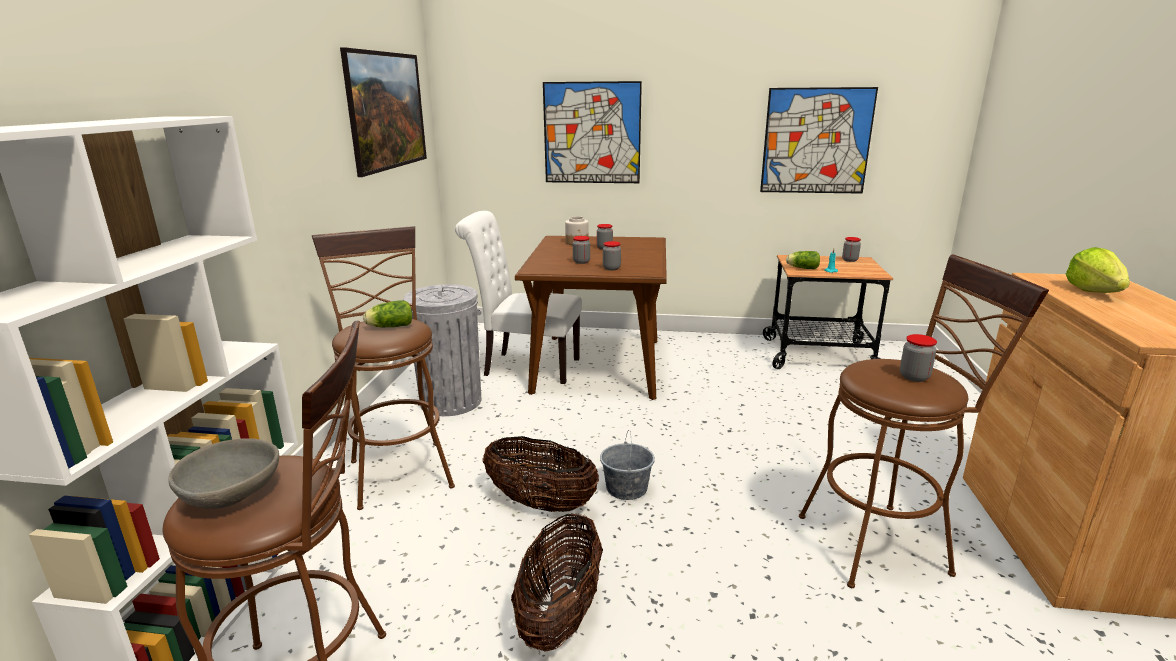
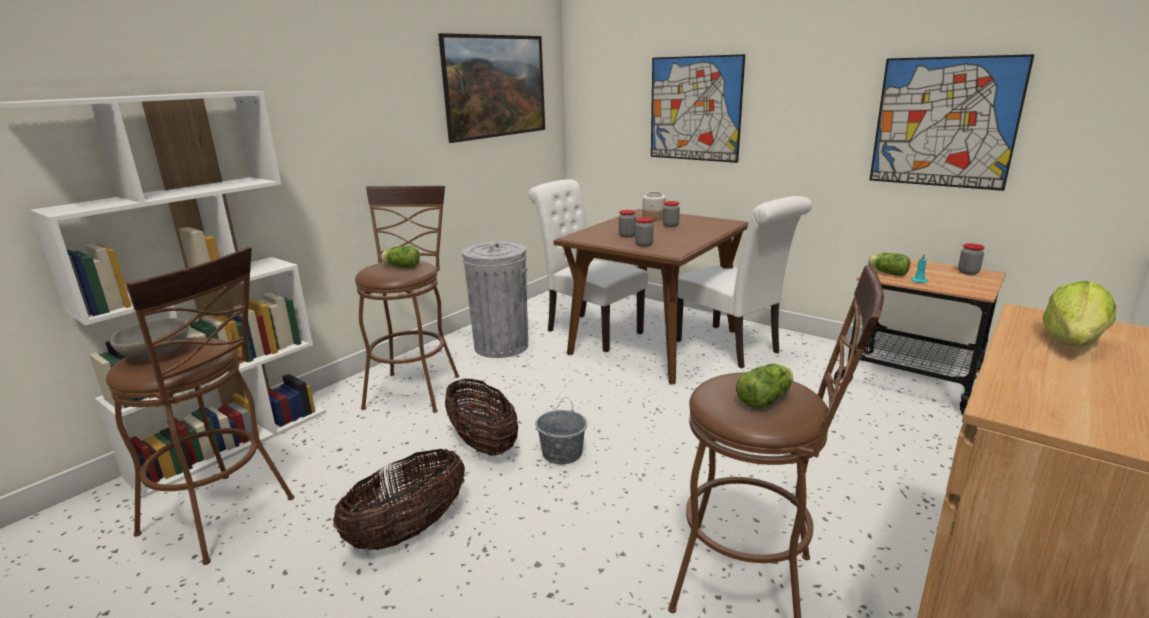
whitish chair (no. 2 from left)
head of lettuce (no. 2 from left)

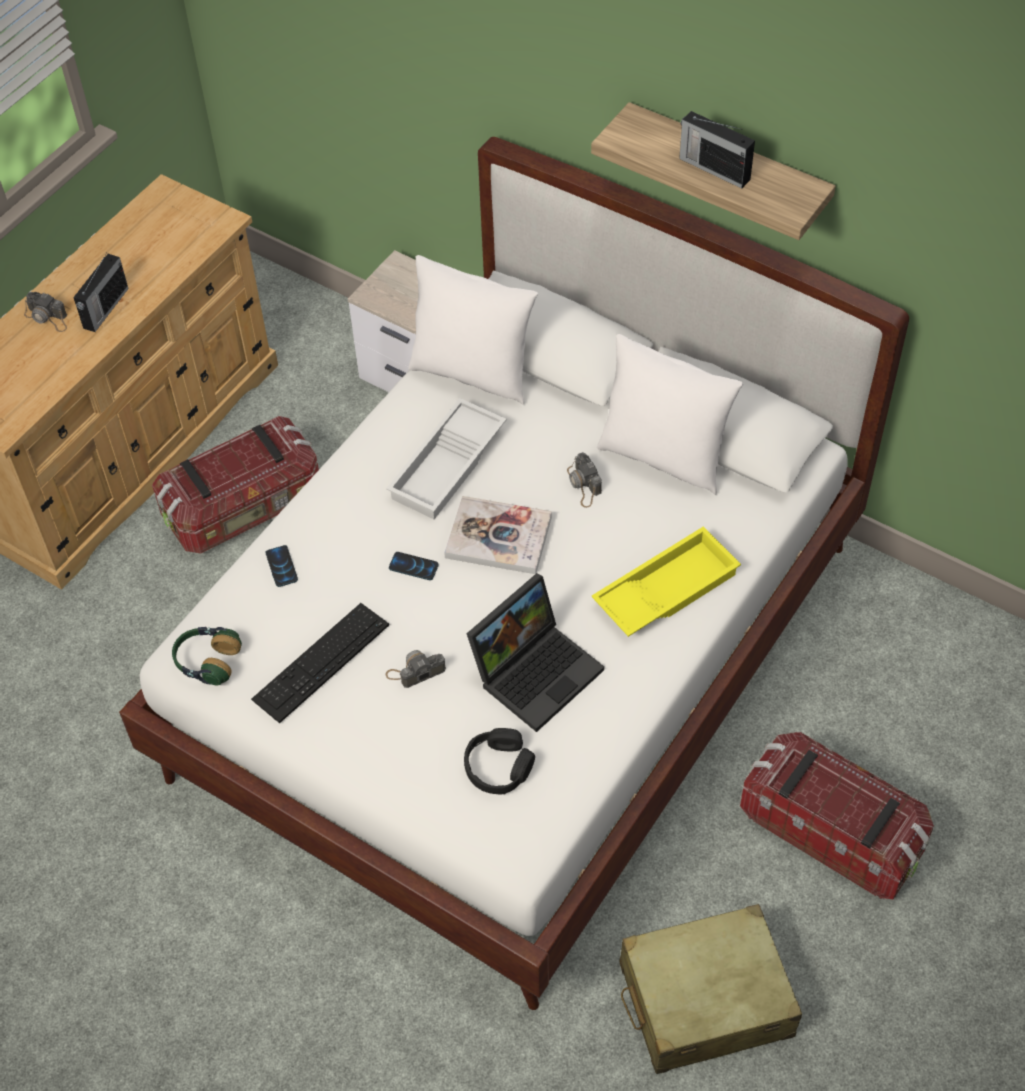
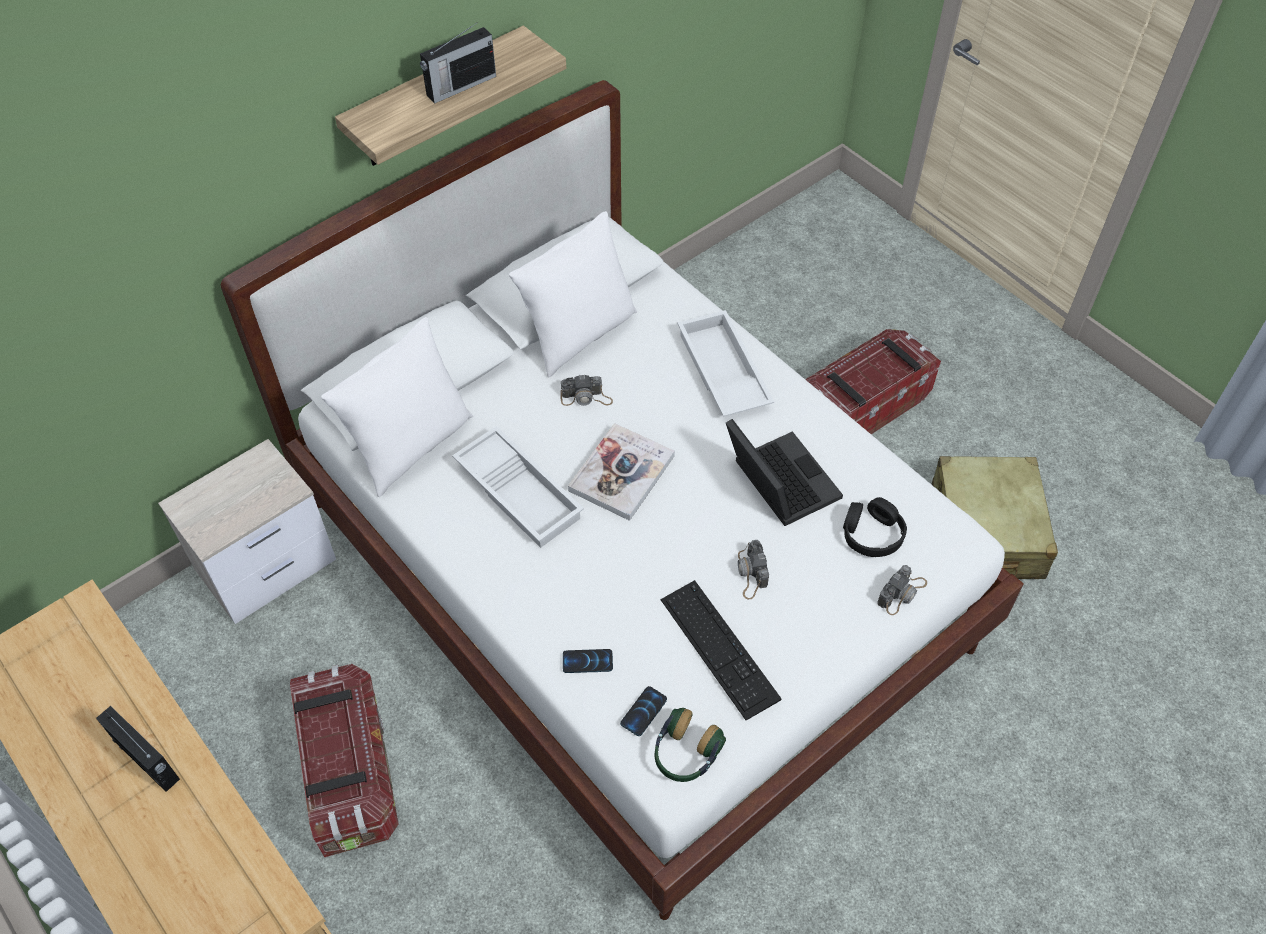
still camera (no. 3 from left)
phone (no. 2 from left)
whitish tray (no. 2 from left)

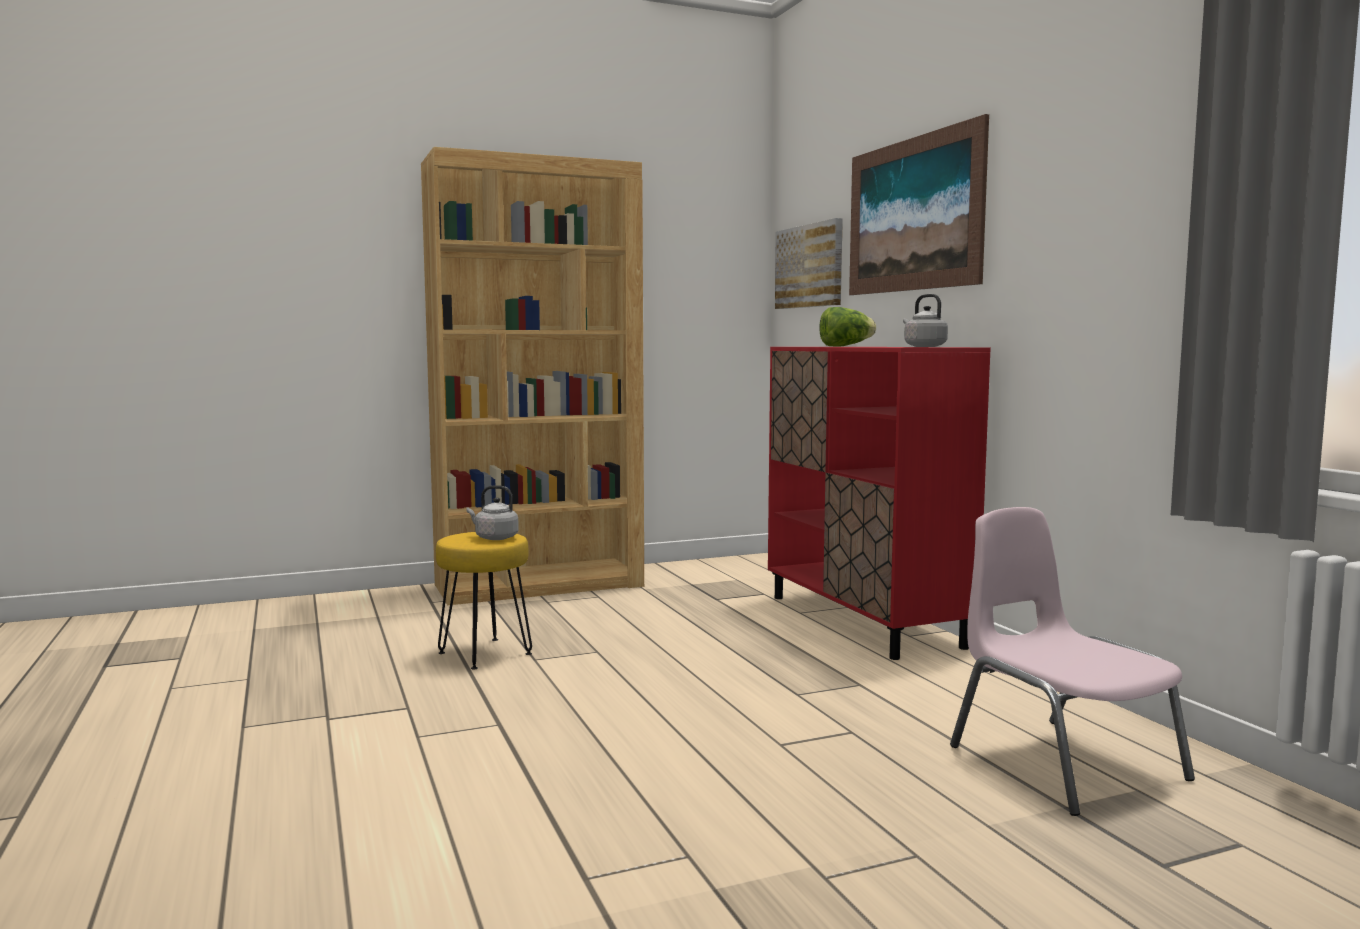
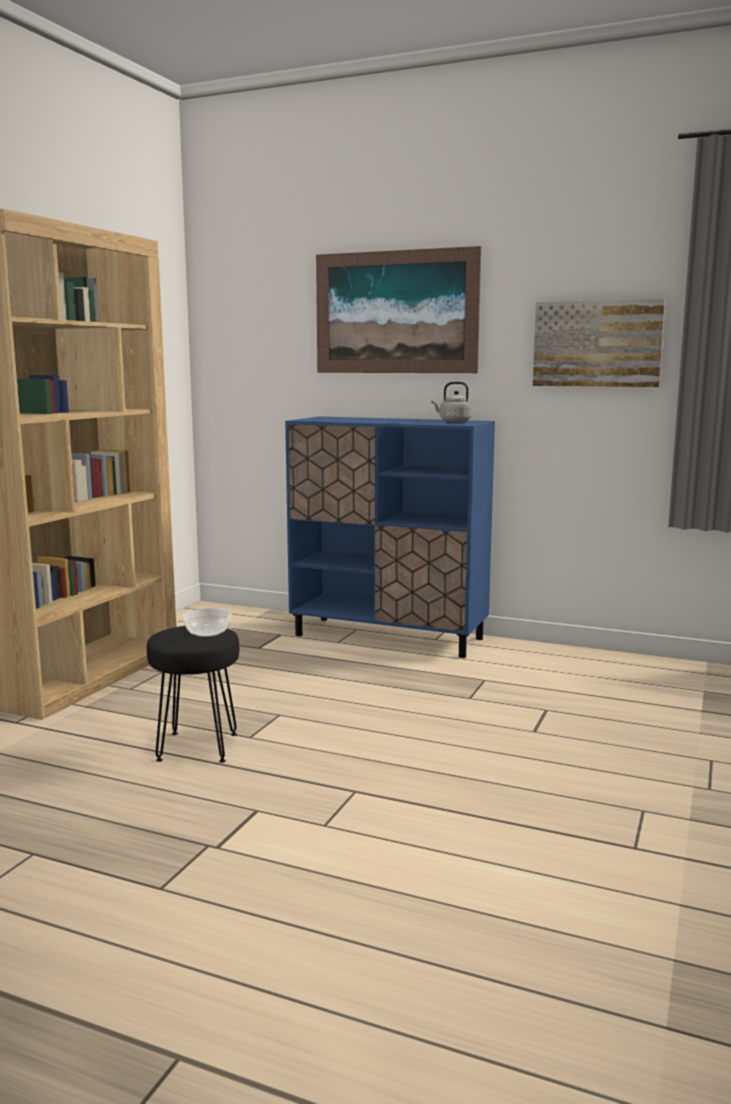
head of lettuce
pink chair
wall picture (no. 2 from left)
deep dish
black-coloured stool seat
bluish storage cabinet

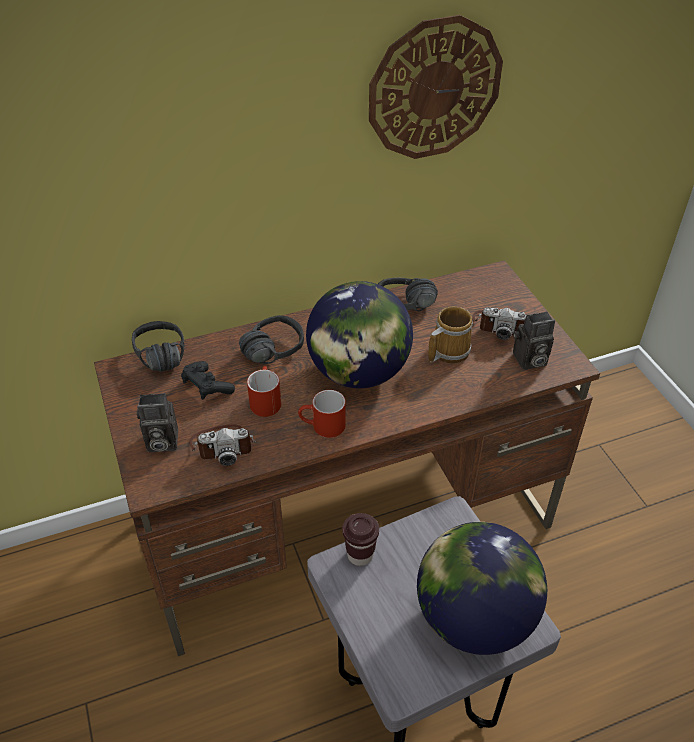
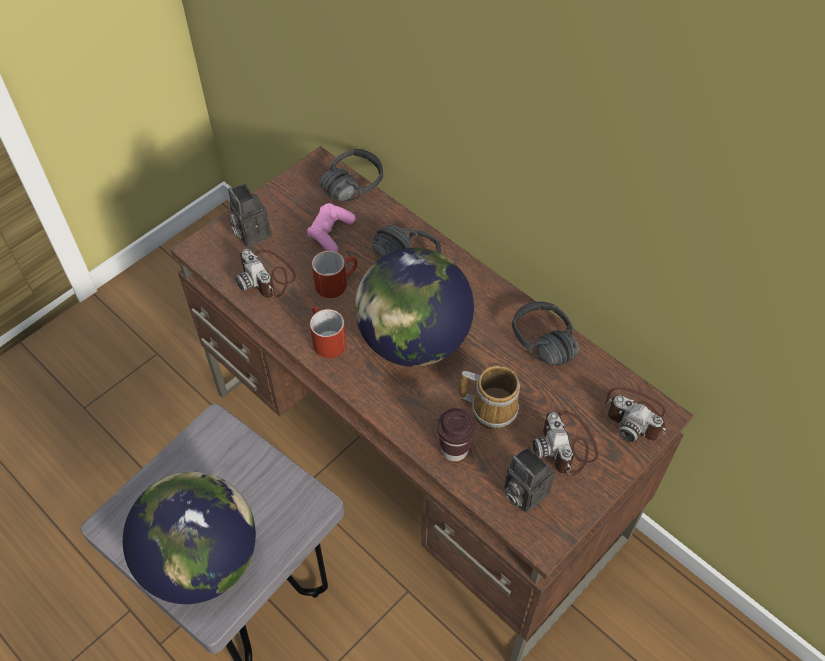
clock on the wall
still camera (no. 5 from left)
brown drinking cup
pink game controller

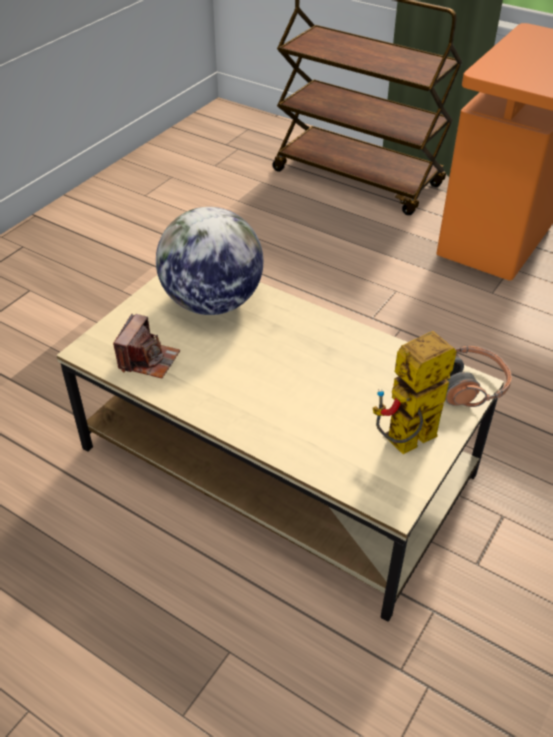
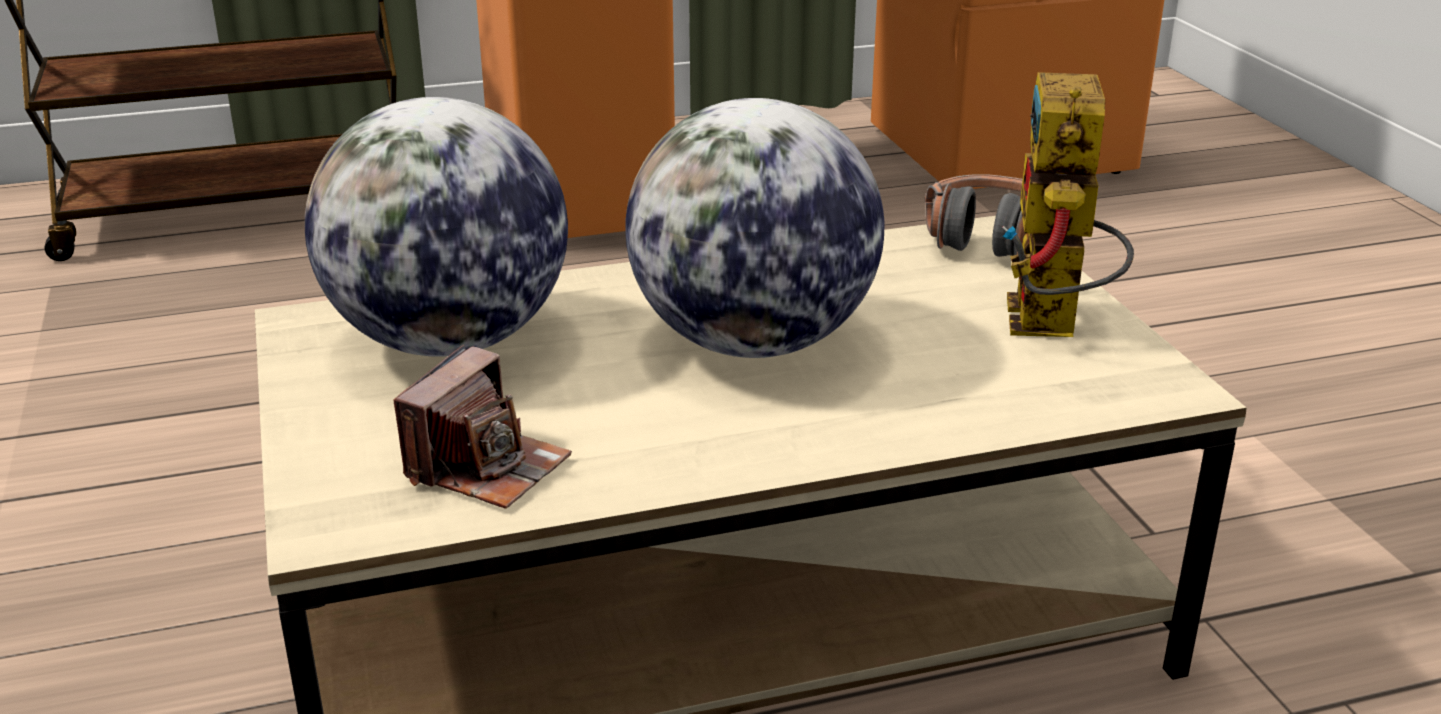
world globe (no. 2 from left)
still camera

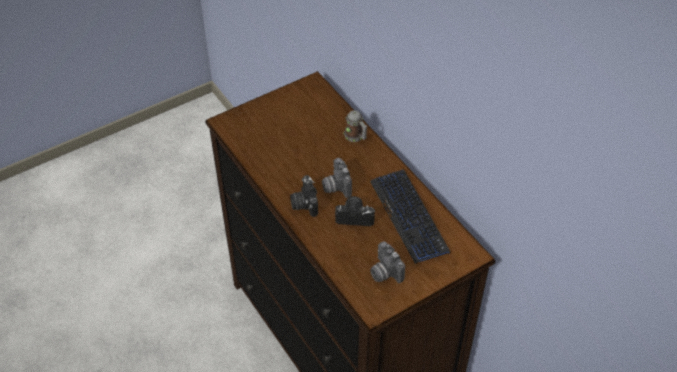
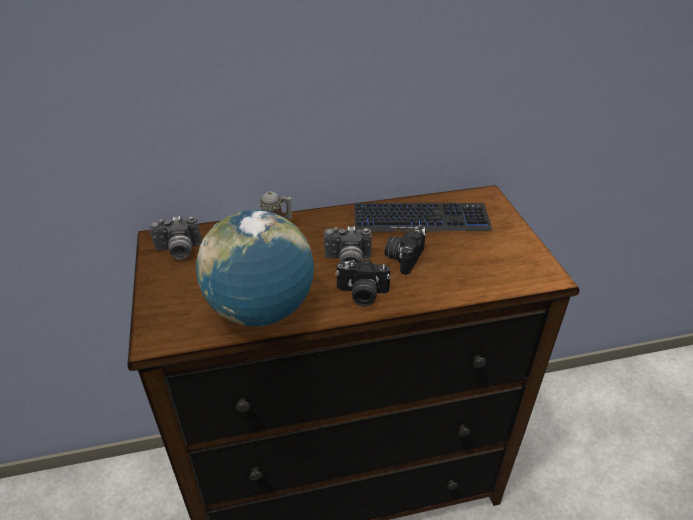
world globe
still camera (no. 1 from left)

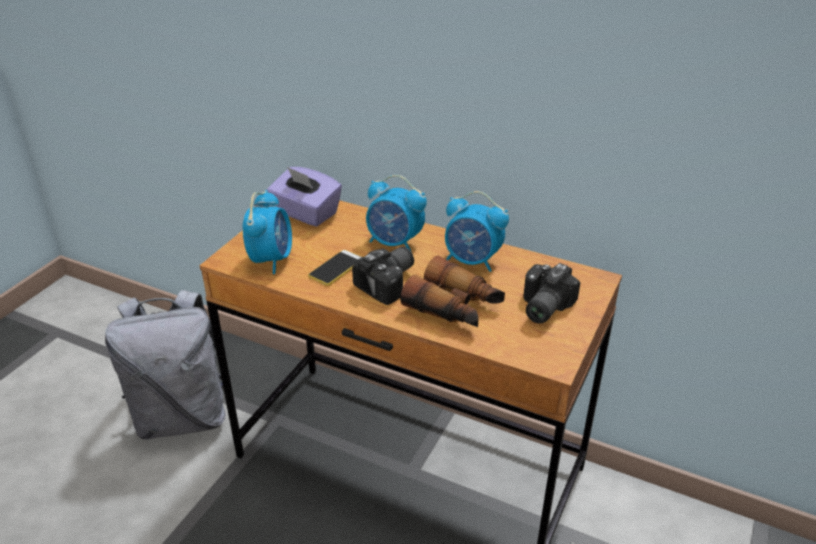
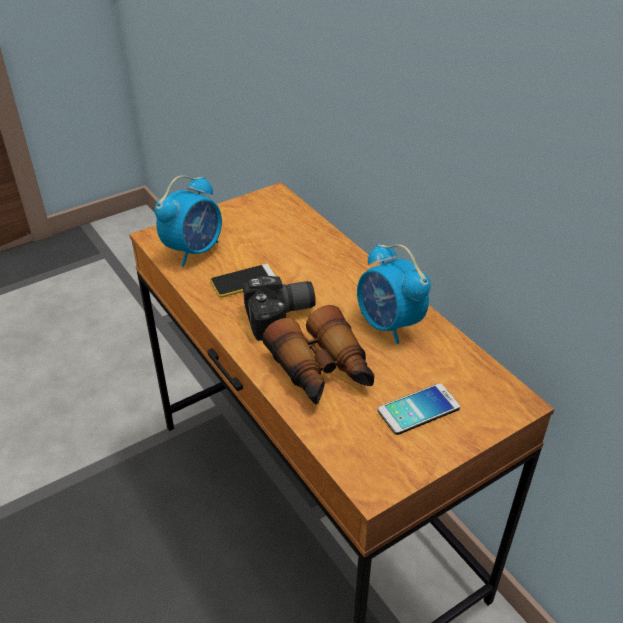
greyish knapsack
purplish tissue box
bedside clock (no. 2 from left in the first image)
phone (no. 2 from left)

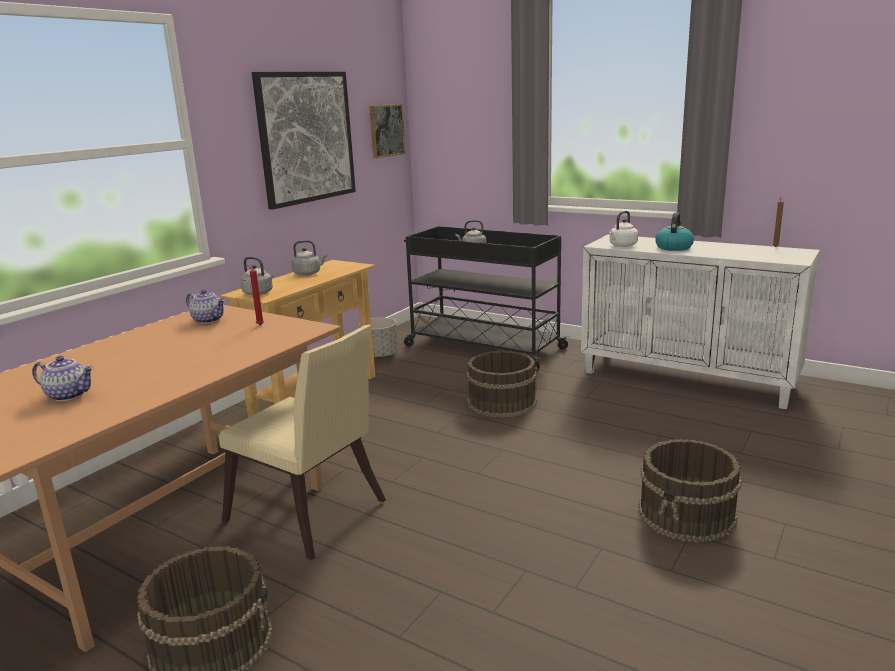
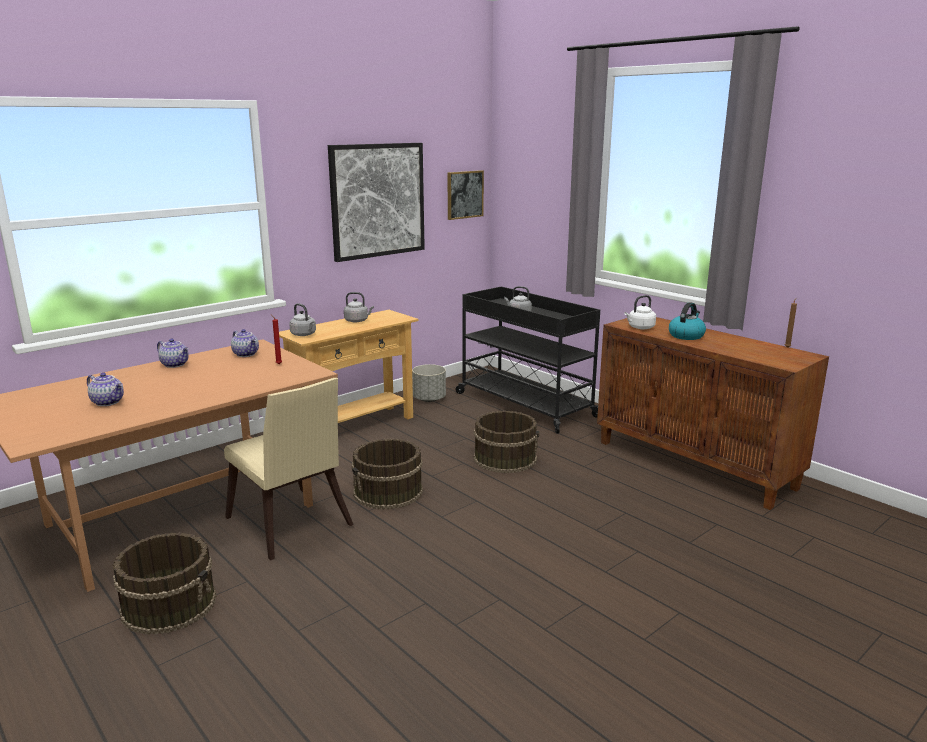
tea pot (no. 2 from left)
brown bucket (no. 2 from left)
brown storage cabinet

